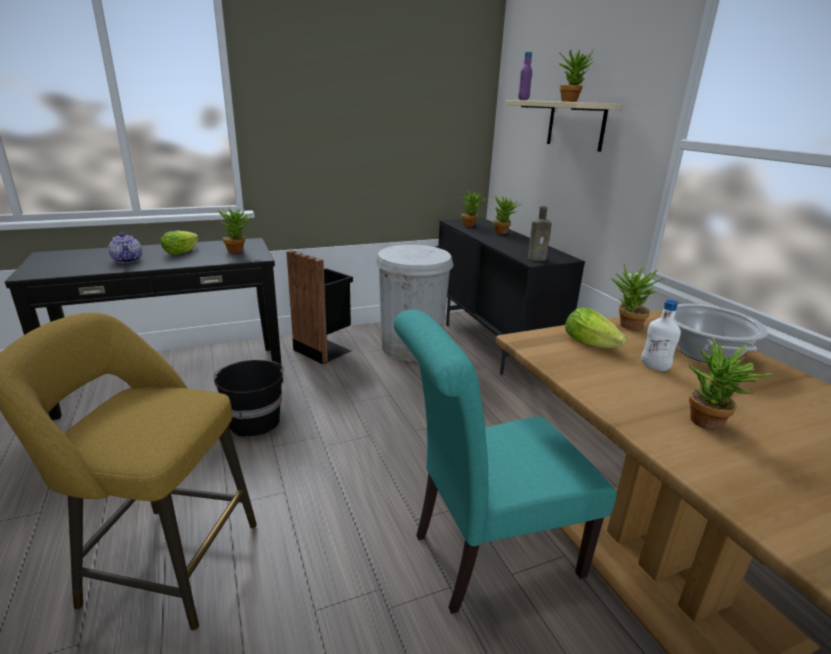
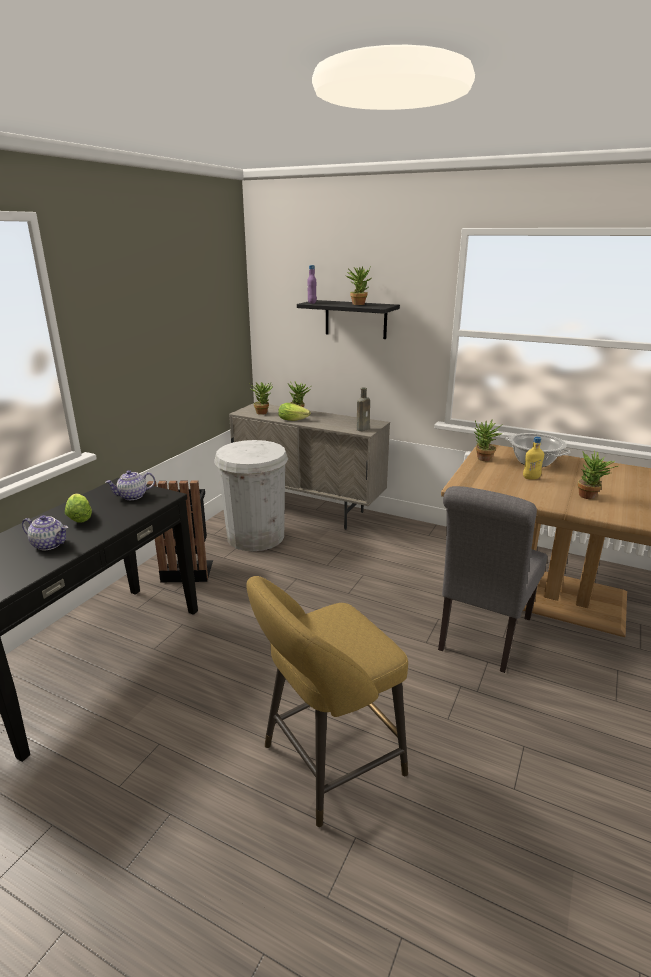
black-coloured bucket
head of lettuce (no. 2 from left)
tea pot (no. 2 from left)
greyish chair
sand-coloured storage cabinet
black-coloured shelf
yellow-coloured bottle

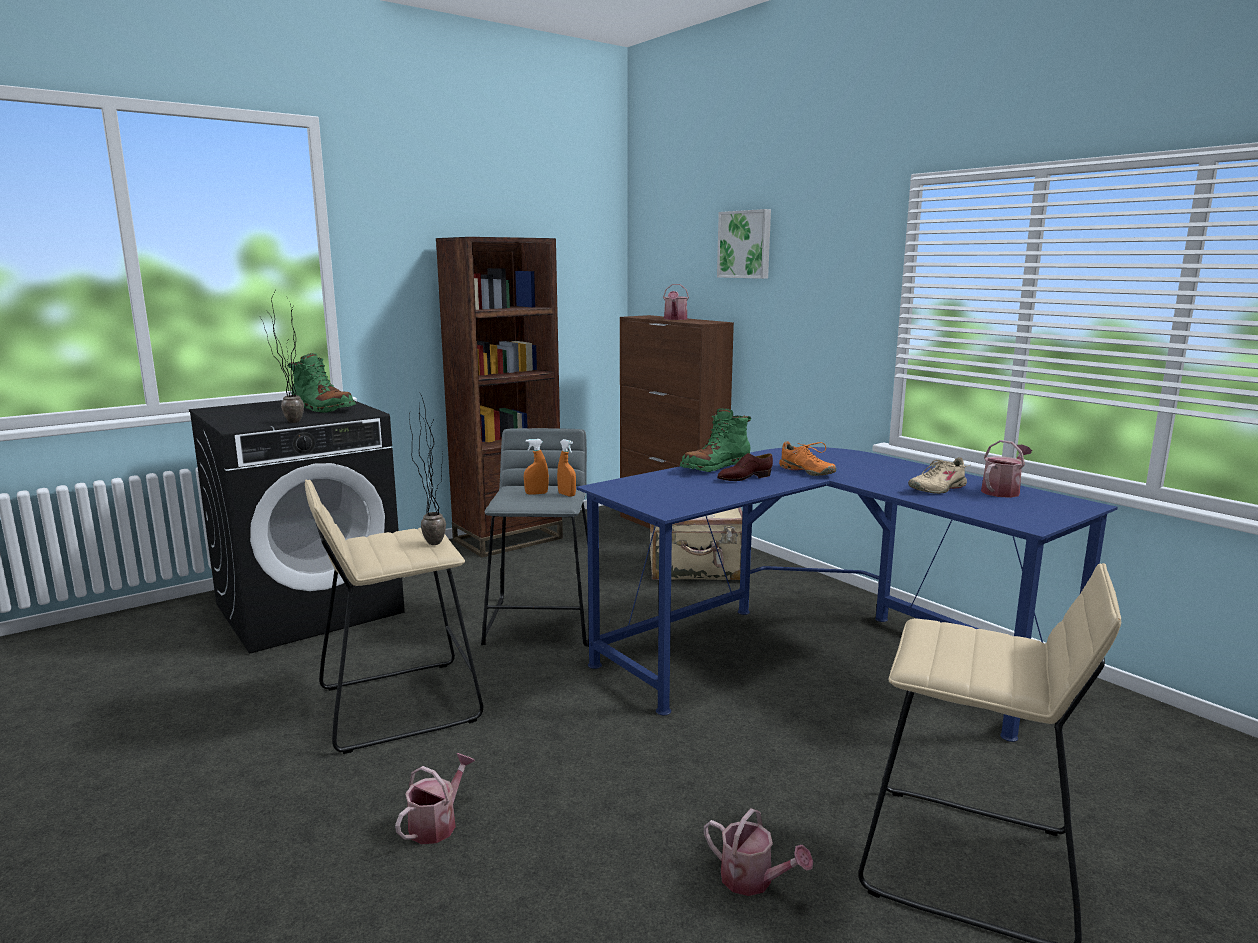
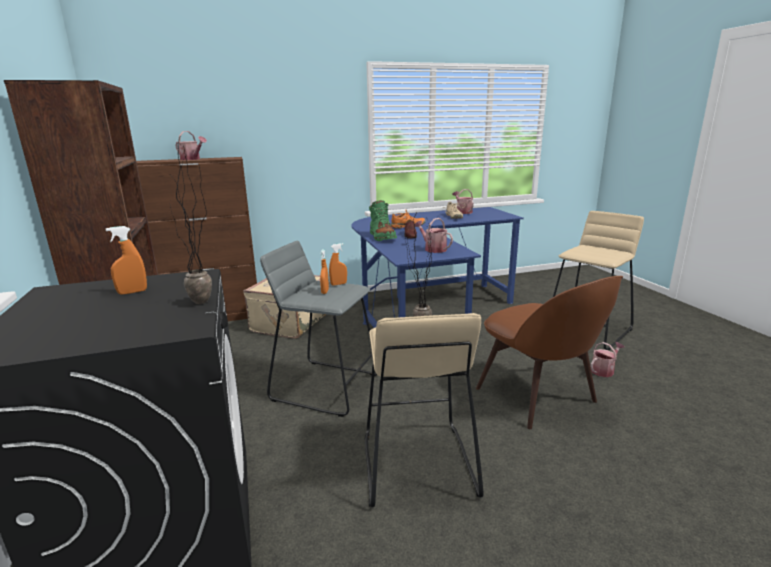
wall picture
brown chair
sprinkling can (no. 2 from left)
orange-coloured spray bottle (no. 1 from left)

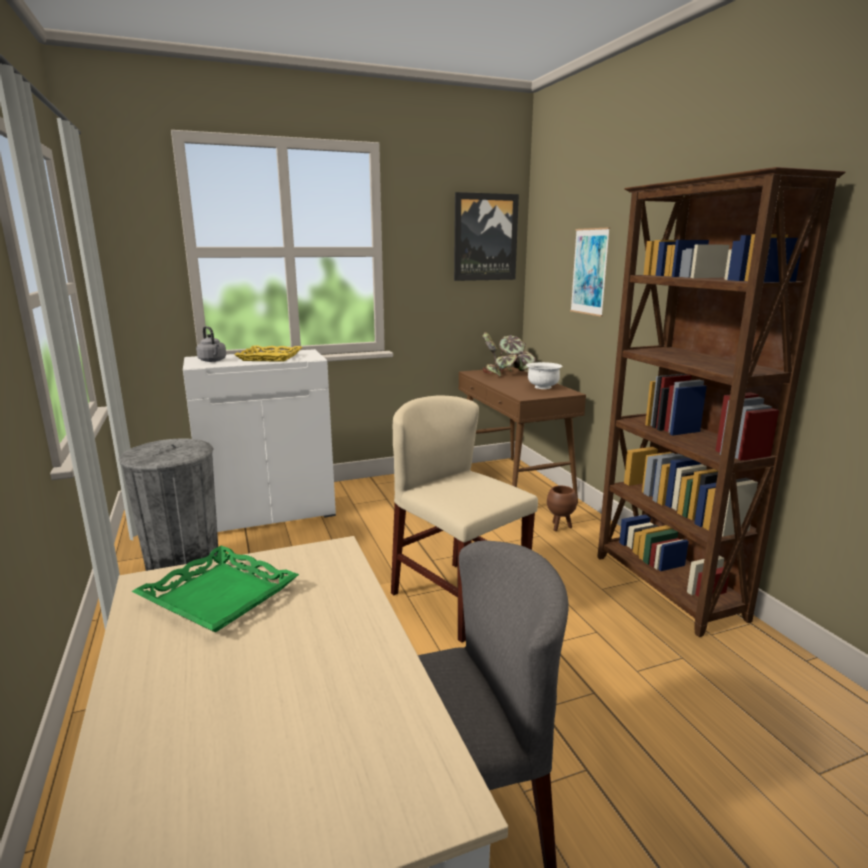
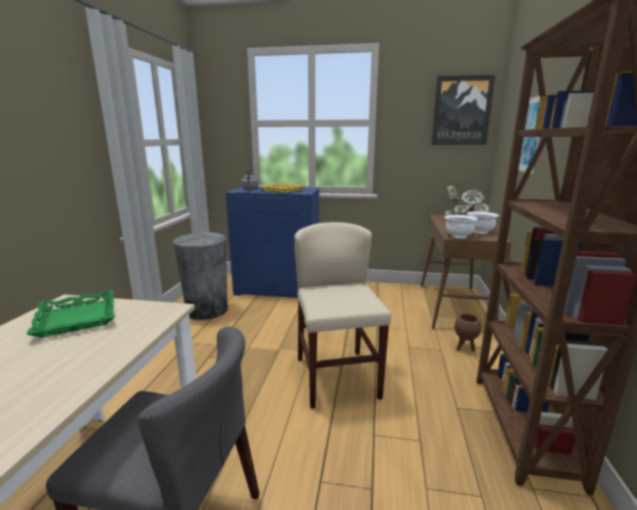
whitish deep dish (no. 1 from left)
bluish storage cabinet

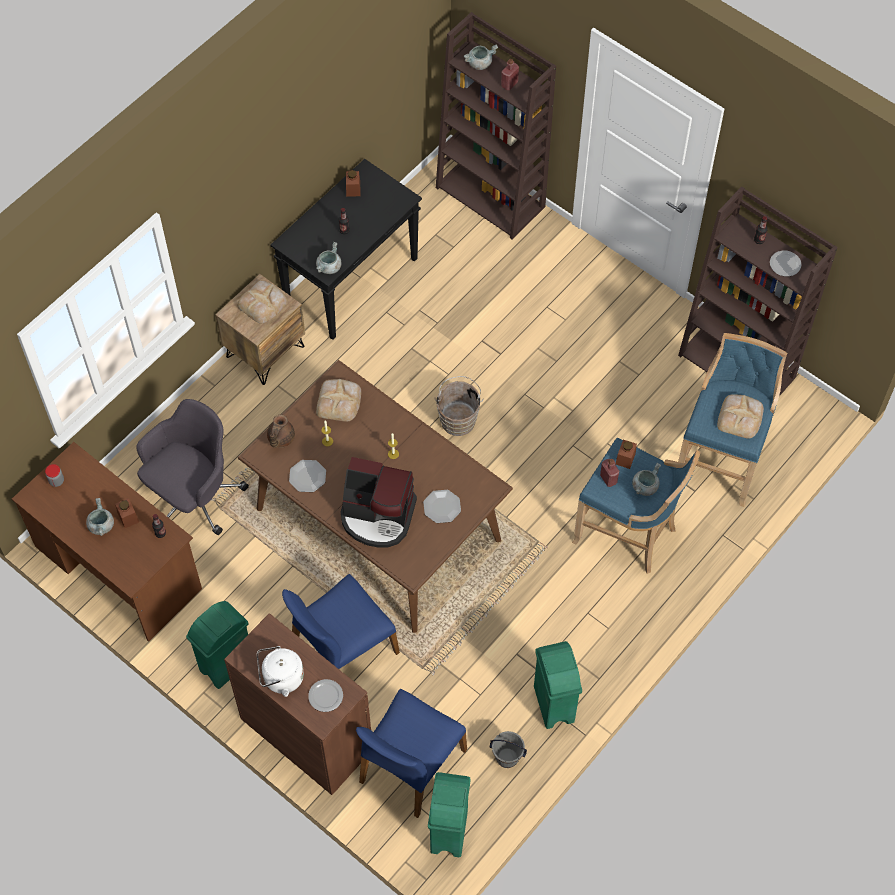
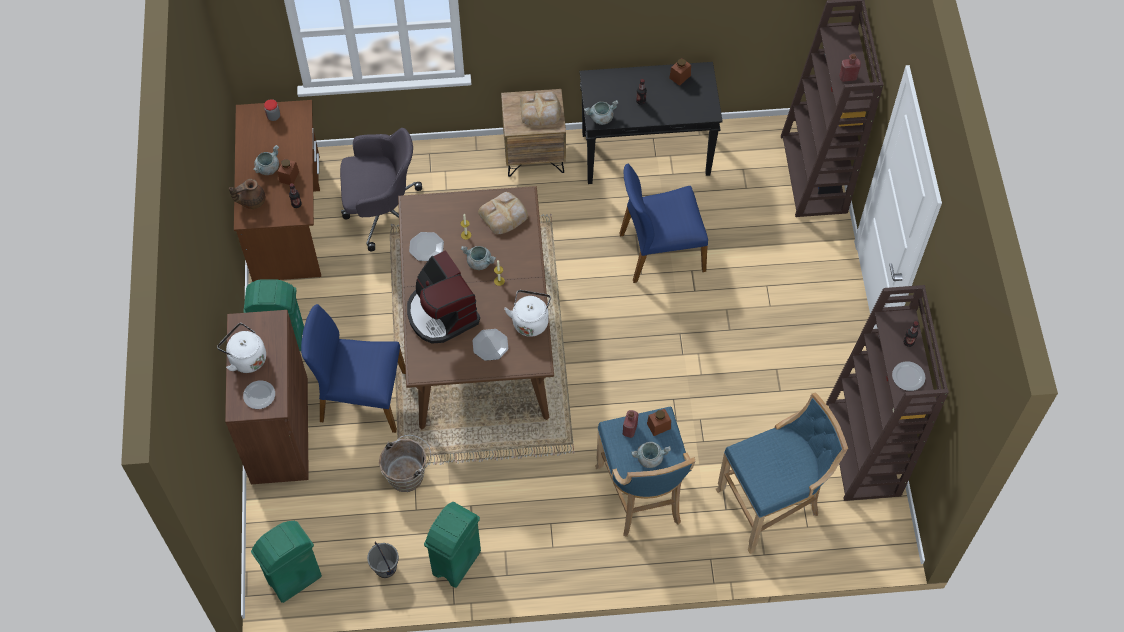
bread (no. 3 from left in the first image)
whitish kettle (no. 2 from left)
brown tea pot
bluish chair (no. 2 from left)
brown bucket
greyish cooking pot (no. 2 from left)

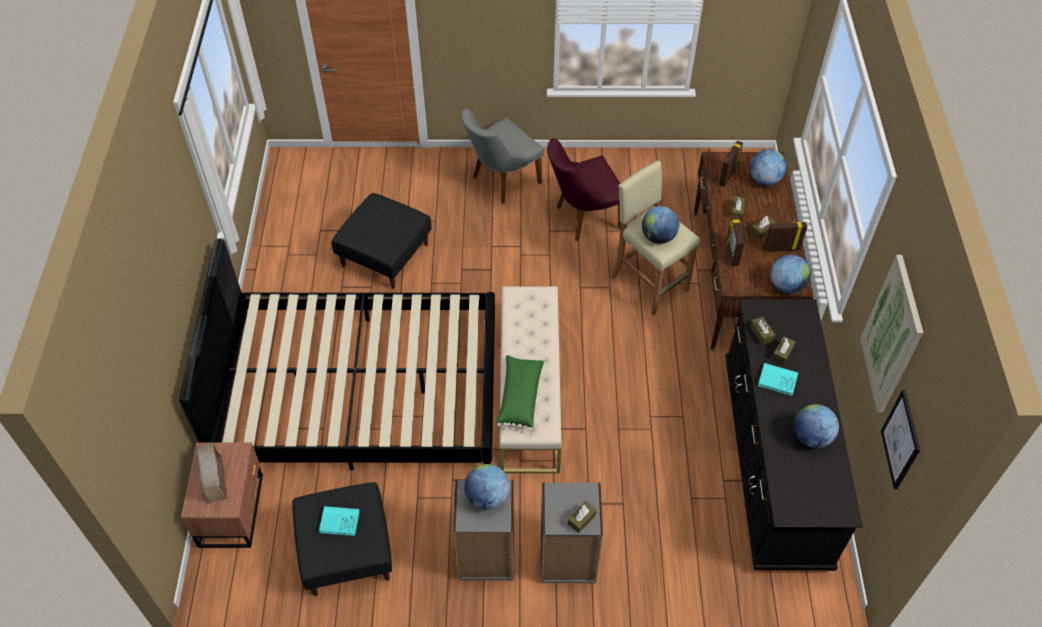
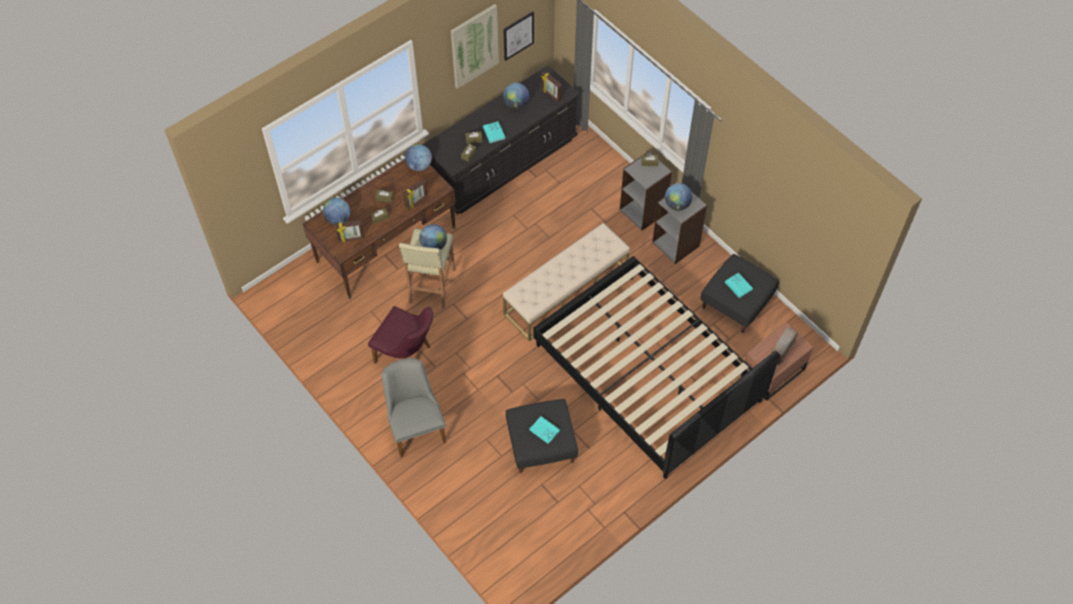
green throw pillow
turquoise book (no. 2 from left)
picture frame (no. 3 from left)
greyish chair

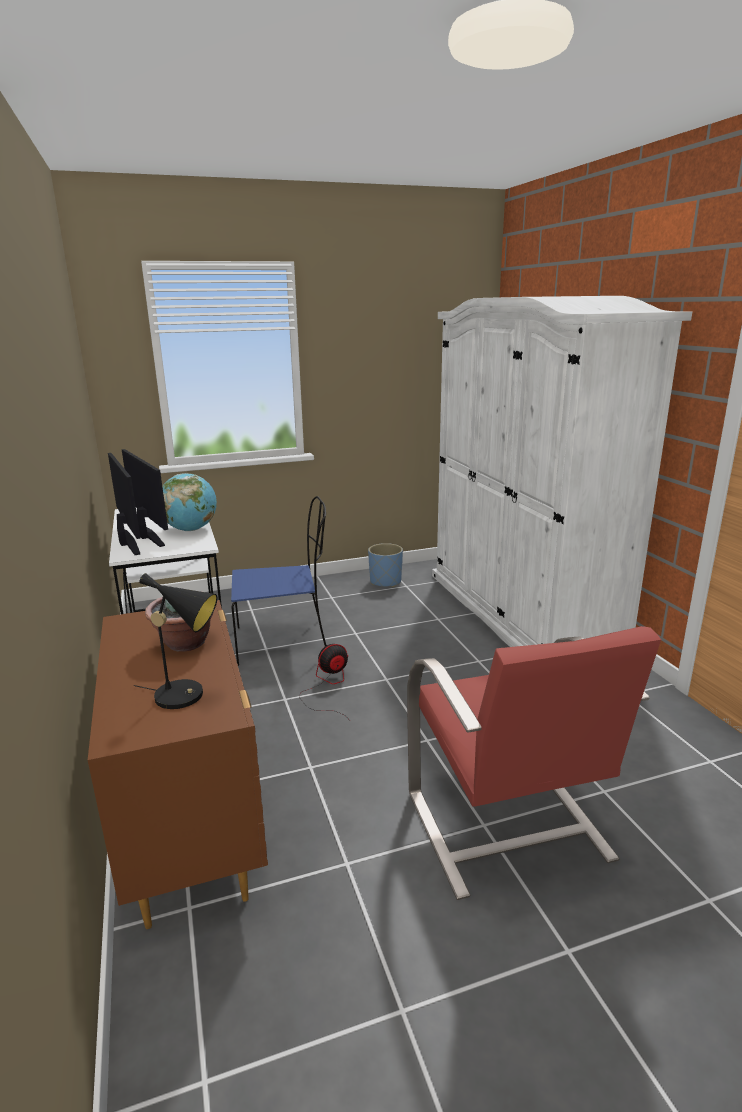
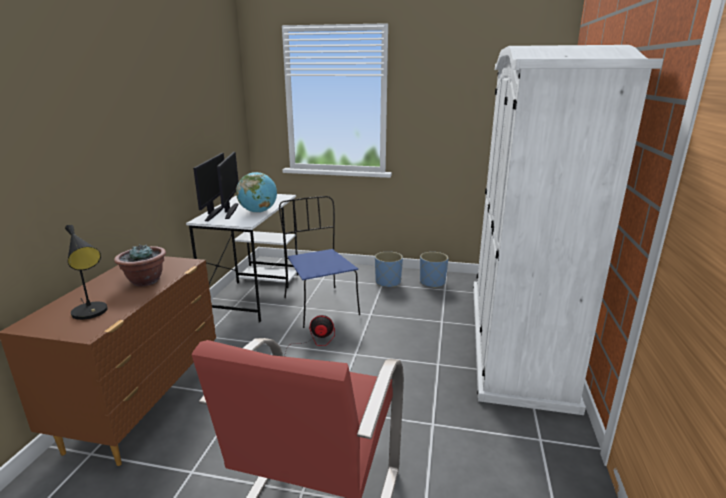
bluish flower pot (no. 1 from left)
bluish chair

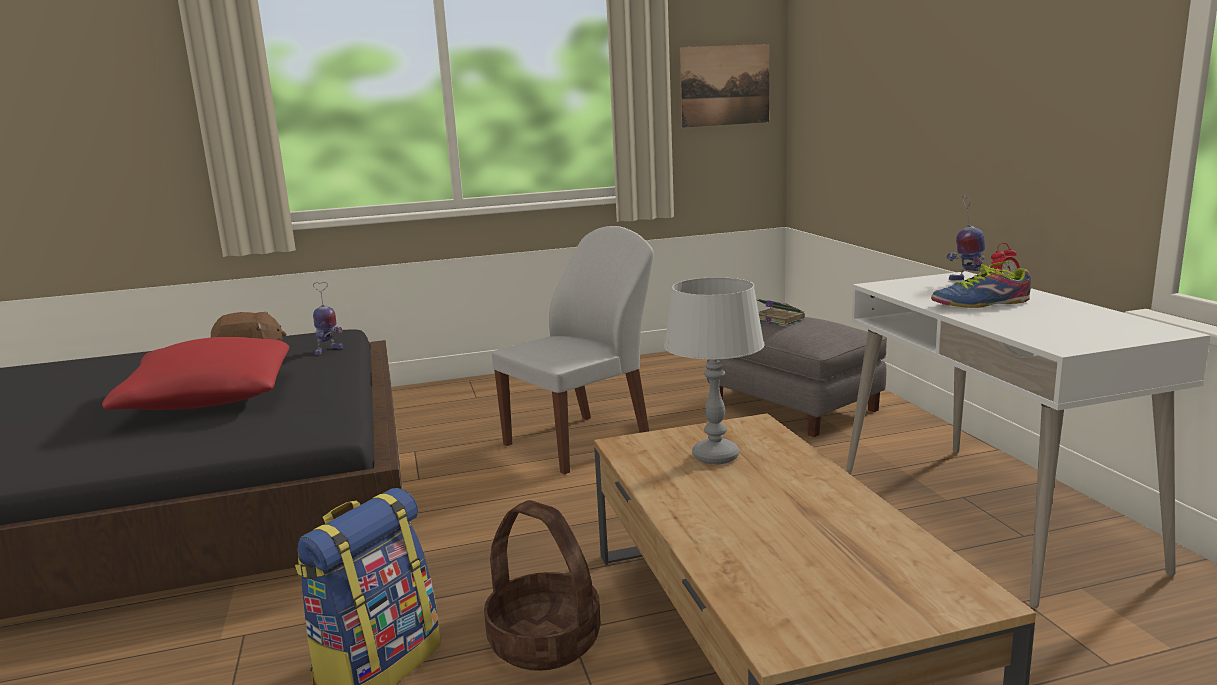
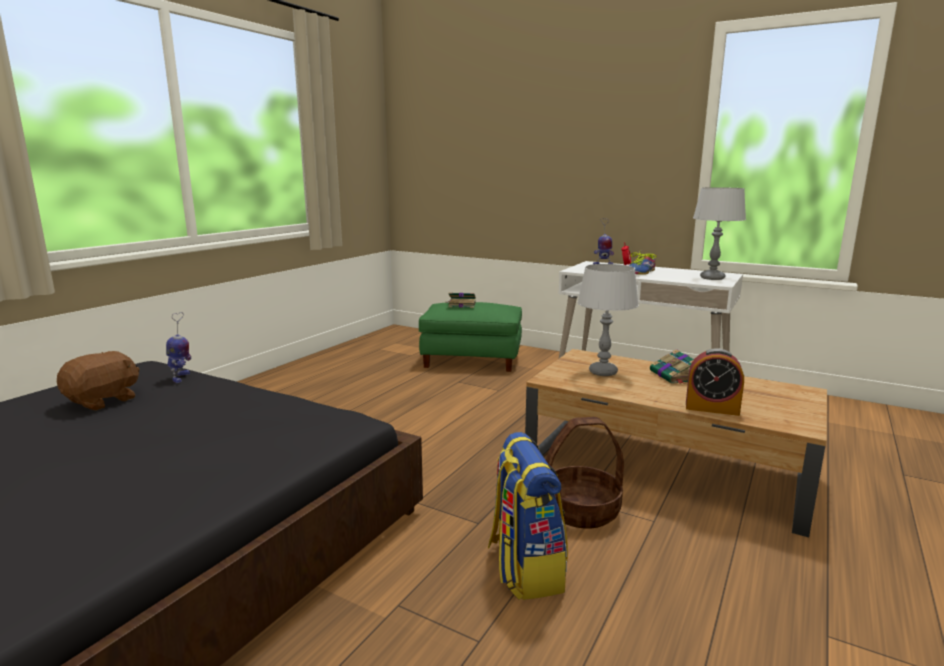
red throw pillow
whitish chair
wall picture
book (no. 2 from left)
bedside clock (no. 2 from left)
greyish table lamp (no. 2 from left)
green footrest

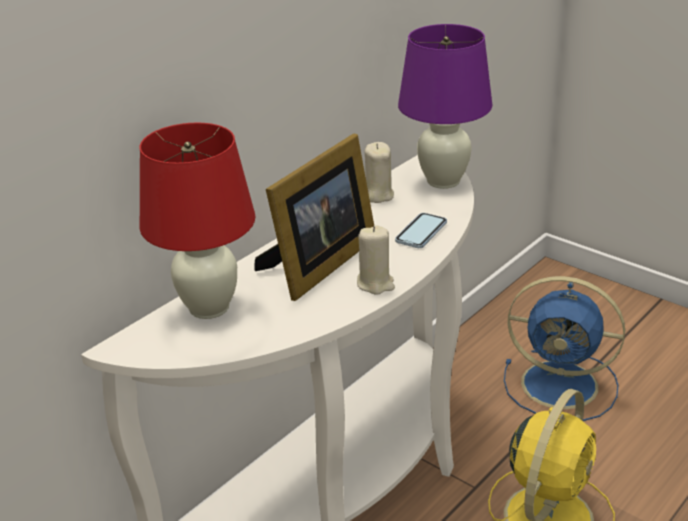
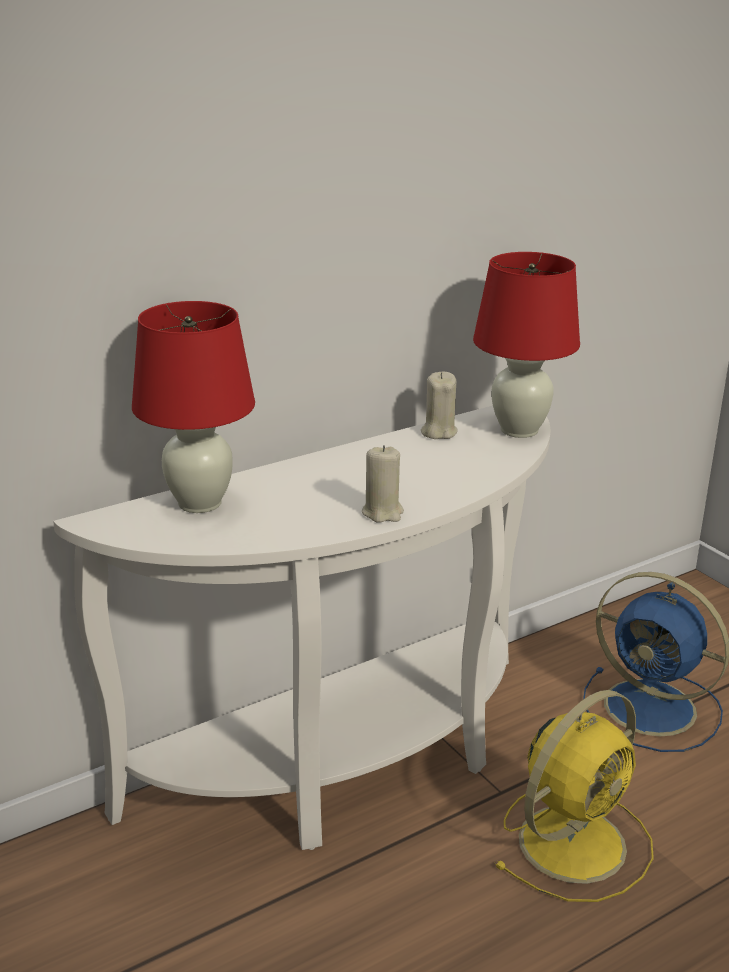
picture frame
phone
red table lamp (no. 2 from left)

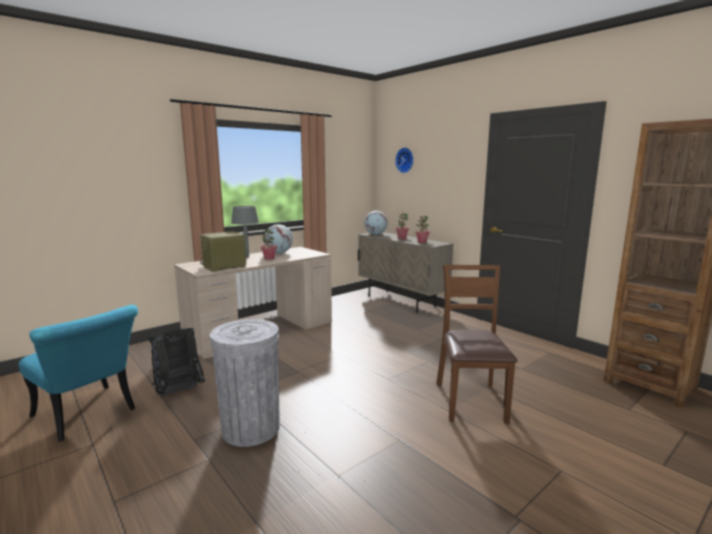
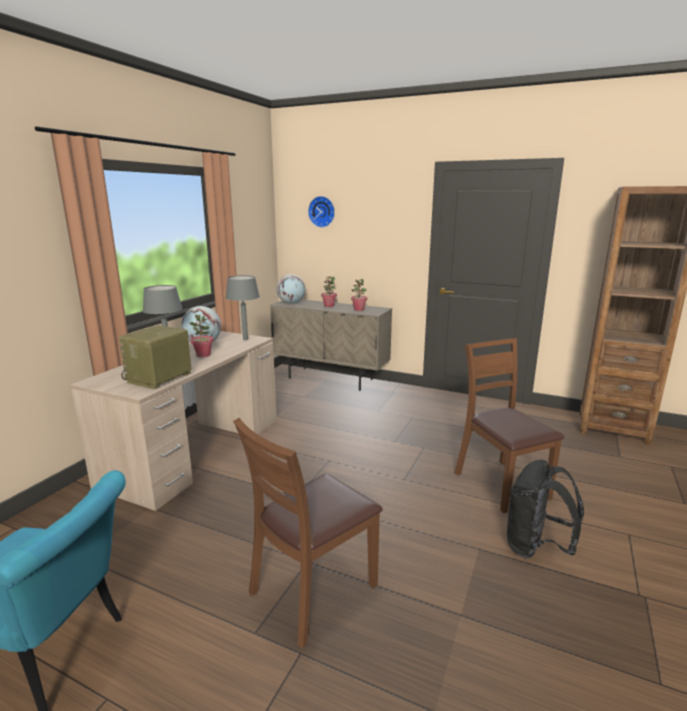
greyish table lamp (no. 2 from left)
black-coloured knapsack
brown chair (no. 1 from left)

